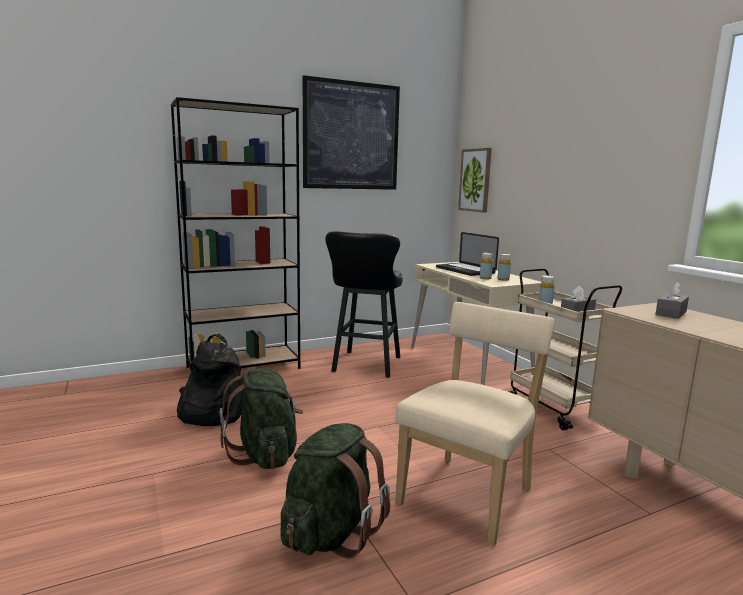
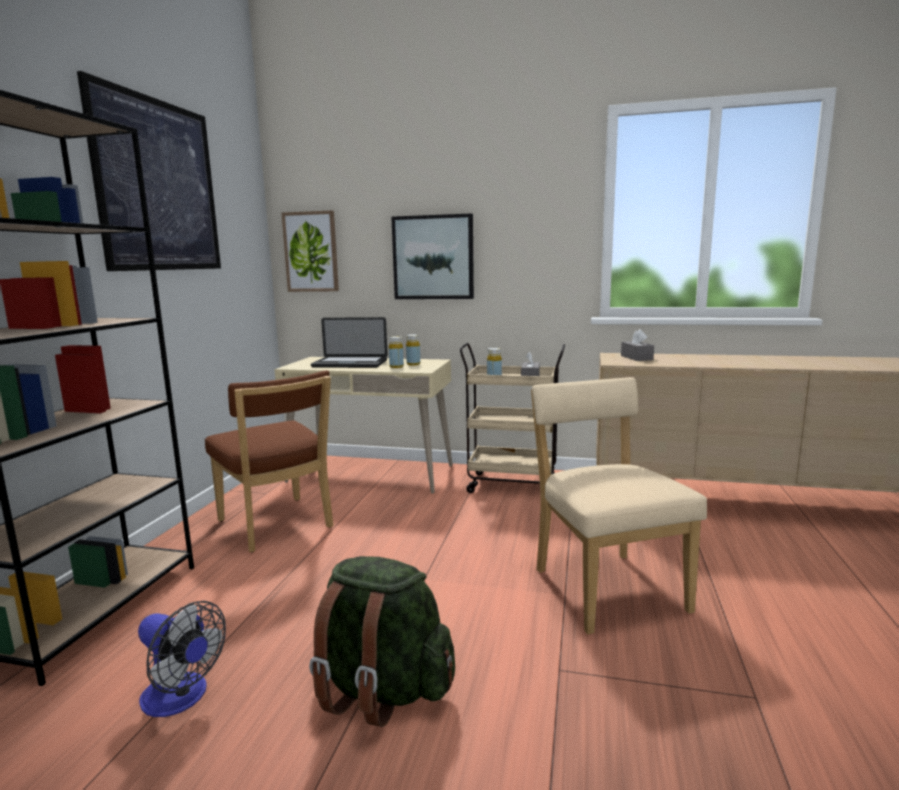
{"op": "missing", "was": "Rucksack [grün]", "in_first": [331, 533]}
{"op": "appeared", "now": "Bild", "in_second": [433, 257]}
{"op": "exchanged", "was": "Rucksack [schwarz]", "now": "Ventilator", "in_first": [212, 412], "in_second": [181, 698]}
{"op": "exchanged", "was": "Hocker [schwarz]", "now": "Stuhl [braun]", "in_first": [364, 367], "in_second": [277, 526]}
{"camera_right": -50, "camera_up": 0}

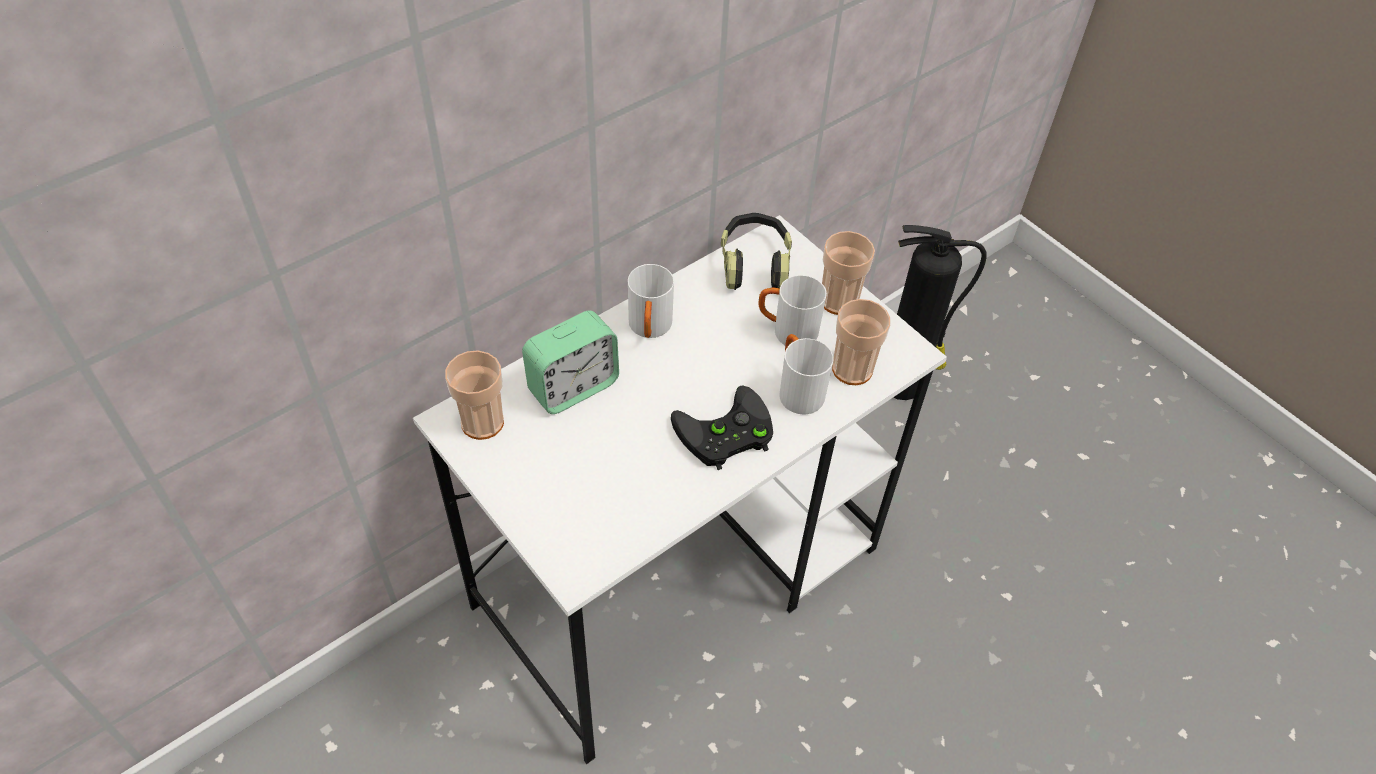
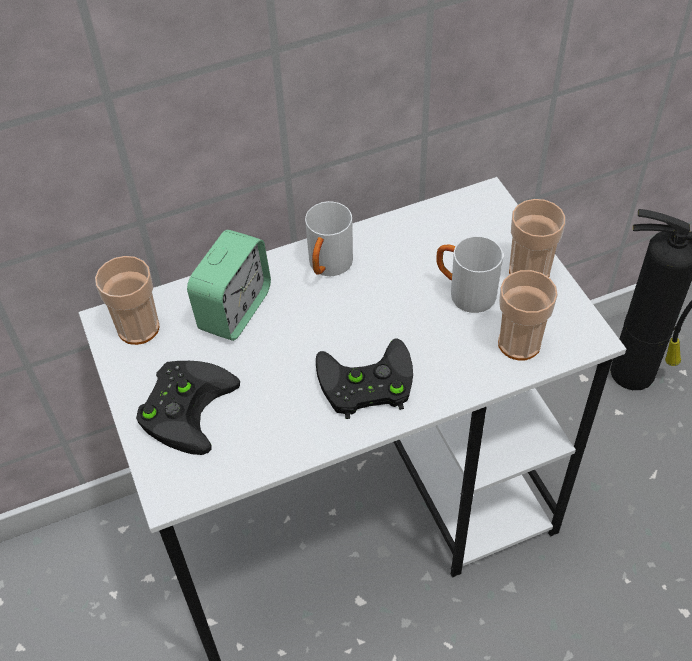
{"op": "missing", "was": "Kopfhörer", "in_first": [754, 263]}
{"op": "missing", "was": "Henkelbecher [weiß]", "in_first": [797, 390]}
{"op": "appeared", "now": "Gamepad [schwarz]", "in_second": [185, 405]}
{"op": "spun", "was": "Wecker", "in_first": [573, 387], "in_second": [235, 310], "clockwise": -45}
{"camera_right": 20, "camera_up": 0}

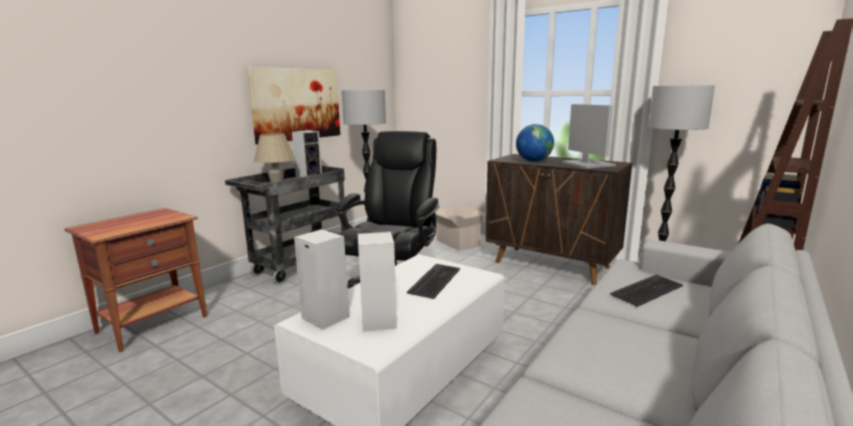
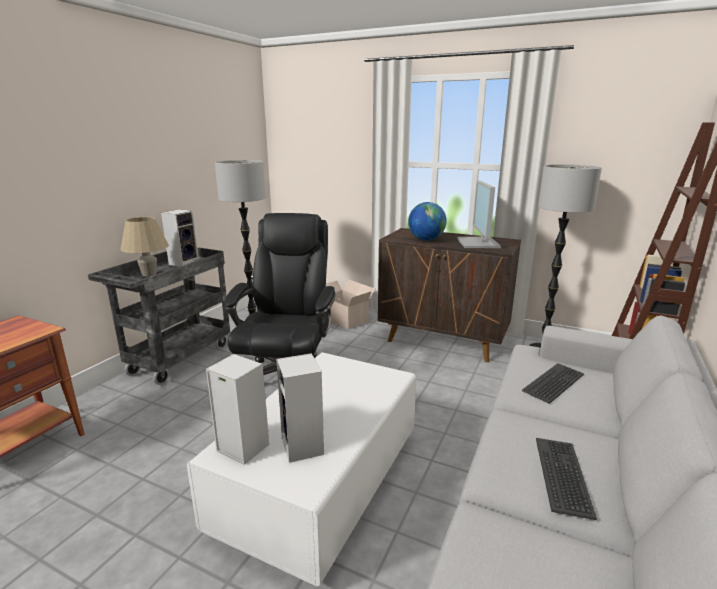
{"op": "missing", "was": "Bild", "in_first": [297, 104]}
{"op": "relocated", "was": "Tastatur", "in_first": [435, 281], "in_second": [563, 476]}
{"op": "spun", "was": "Monitor", "in_first": [586, 164], "in_second": [479, 243], "clockwise": -150}
{"camera_right": -10, "camera_up": 5}

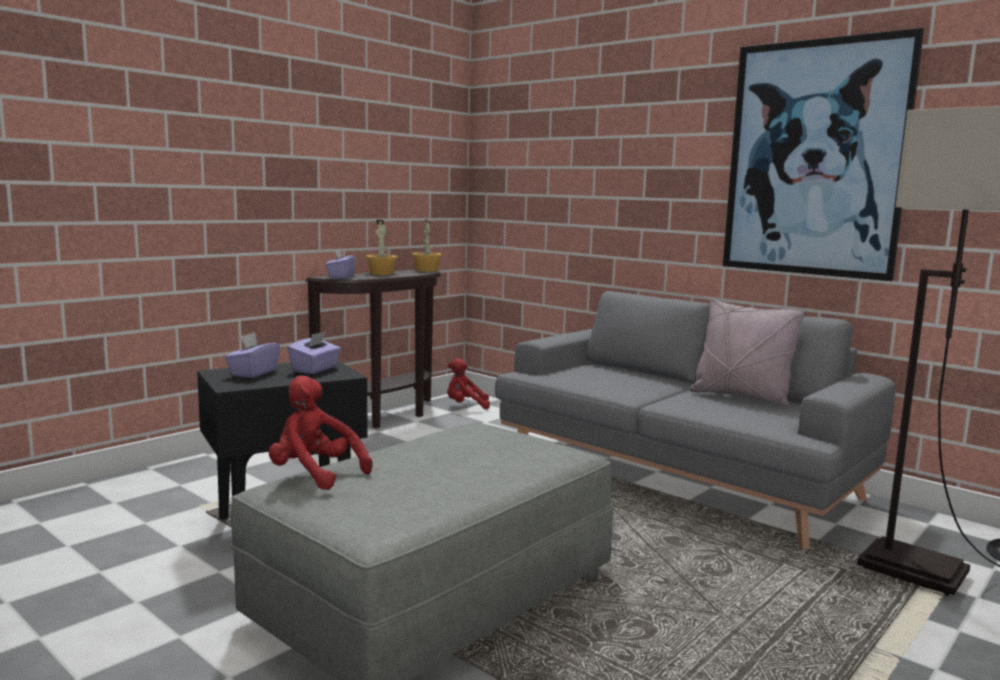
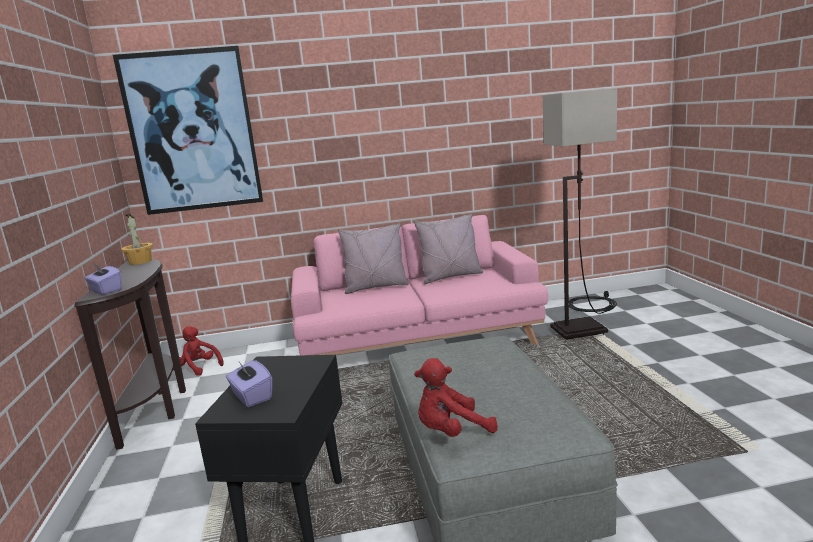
{"op": "missing", "was": "Taschentuchbox [lila]", "in_first": [315, 369]}
{"op": "missing", "was": "Topfpflanze", "in_first": [381, 273]}
{"op": "appeared", "now": "Kissen [lila]", "in_second": [376, 287]}
{"op": "relocated", "was": "Bild", "in_first": [814, 159], "in_second": [192, 132]}
{"op": "colour", "was": "Sofa [grau]", "now": "Sofa [rosa]", "in_first": [676, 476], "in_second": [418, 342]}
{"op": "spun", "was": "Plüschtier [rot]", "in_first": [465, 406], "in_second": [199, 368], "clockwise": 90}
{"camera_right": -50, "camera_up": 5}

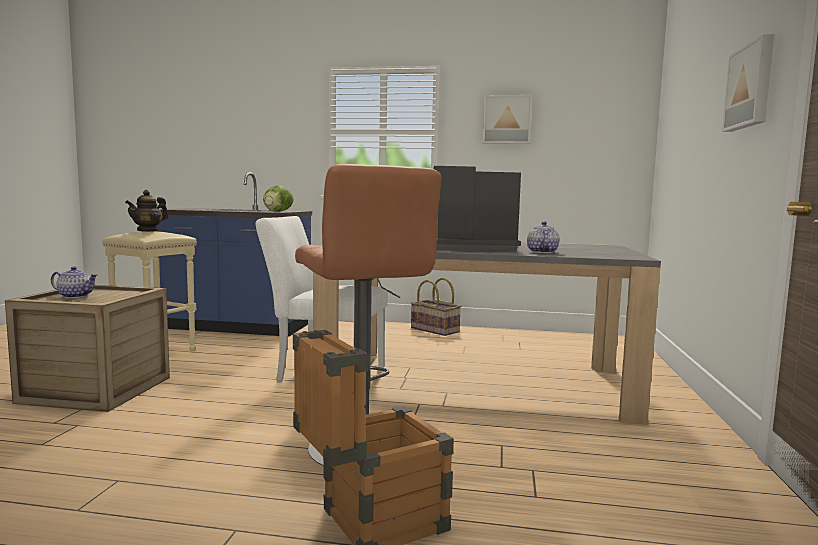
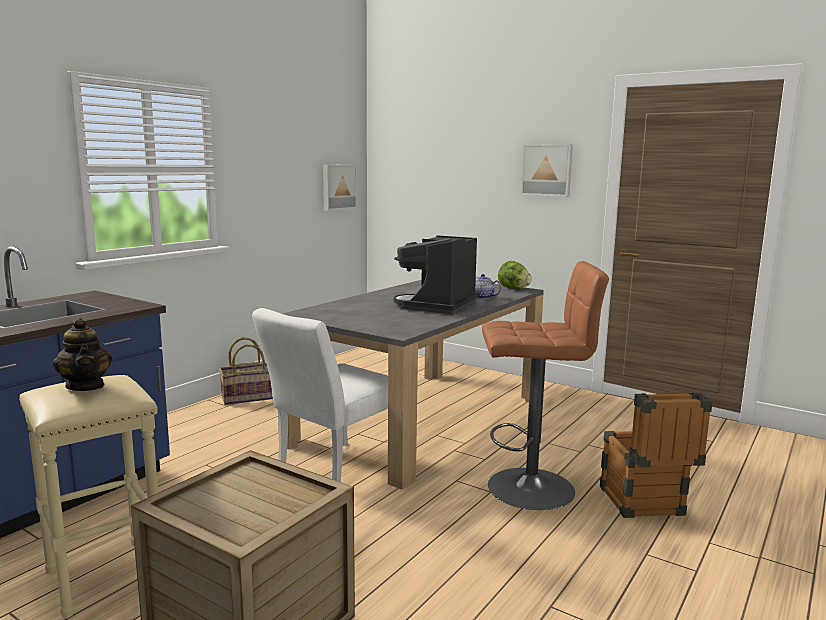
{"op": "missing", "was": "Teekanne", "in_first": [75, 296]}
{"op": "relocated", "was": "Salatkopf", "in_first": [277, 211], "in_second": [513, 289]}
{"op": "relocated", "was": "Bild", "in_first": [507, 120], "in_second": [338, 187]}
{"camera_right": -65, "camera_up": 5}

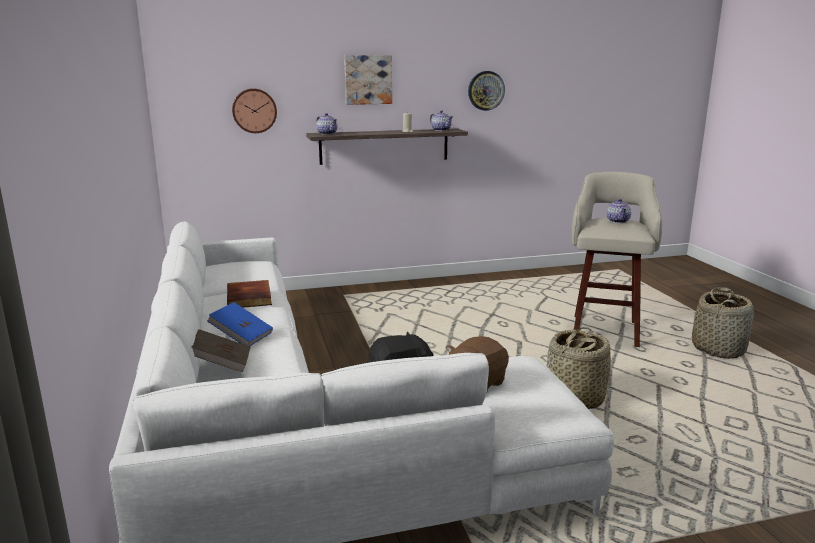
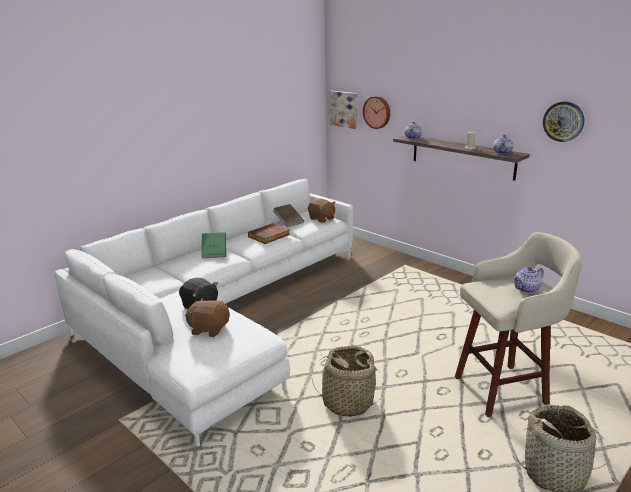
{"op": "appeared", "now": "Plüschtier [braun]", "in_second": [321, 219]}
{"op": "relocated", "was": "Buch [braun]", "in_first": [221, 363], "in_second": [289, 222]}
{"op": "relocated", "was": "Bild", "in_first": [368, 79], "in_second": [344, 109]}
{"op": "colour", "was": "Buch [blau]", "now": "Buch [grün]", "in_first": [241, 337], "in_second": [214, 252]}
{"camera_right": 60, "camera_up": 5}

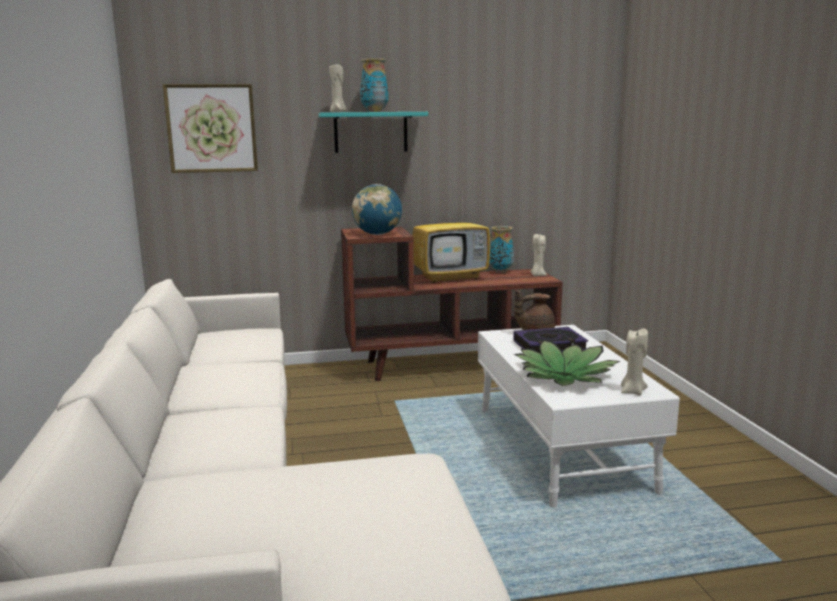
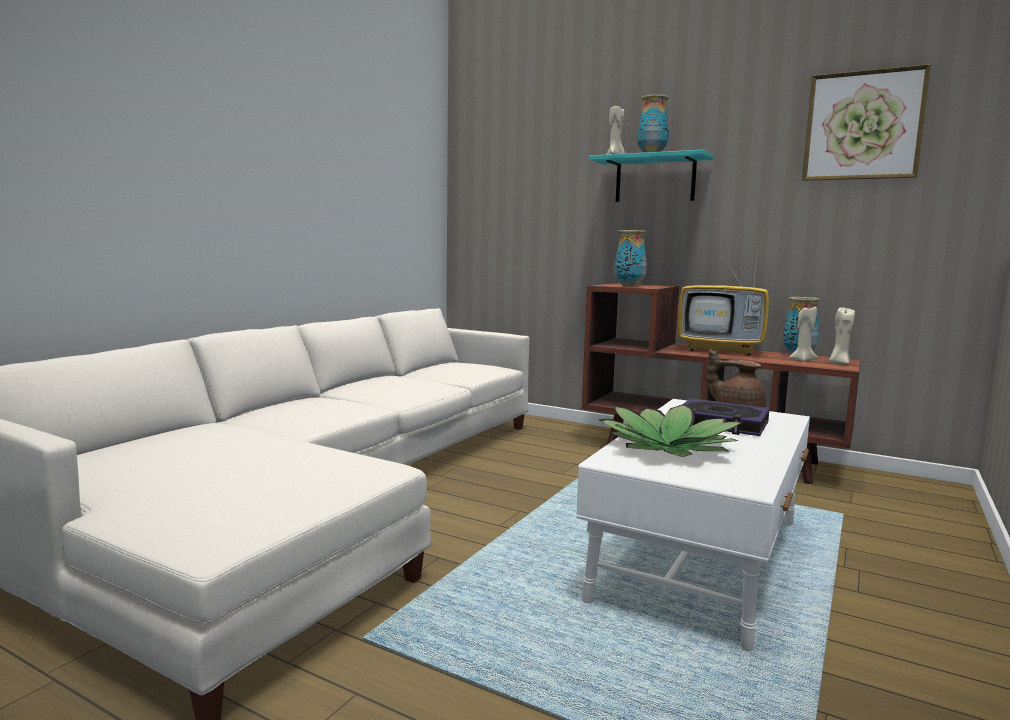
{"op": "relocated", "was": "Bild", "in_first": [211, 128], "in_second": [863, 126]}
{"op": "relocated", "was": "Kerze [beige]", "in_first": [632, 391], "in_second": [802, 360]}
{"op": "exchanged", "was": "Globus", "now": "Vase", "in_first": [377, 234], "in_second": [628, 286]}
{"camera_right": 40, "camera_up": -5}

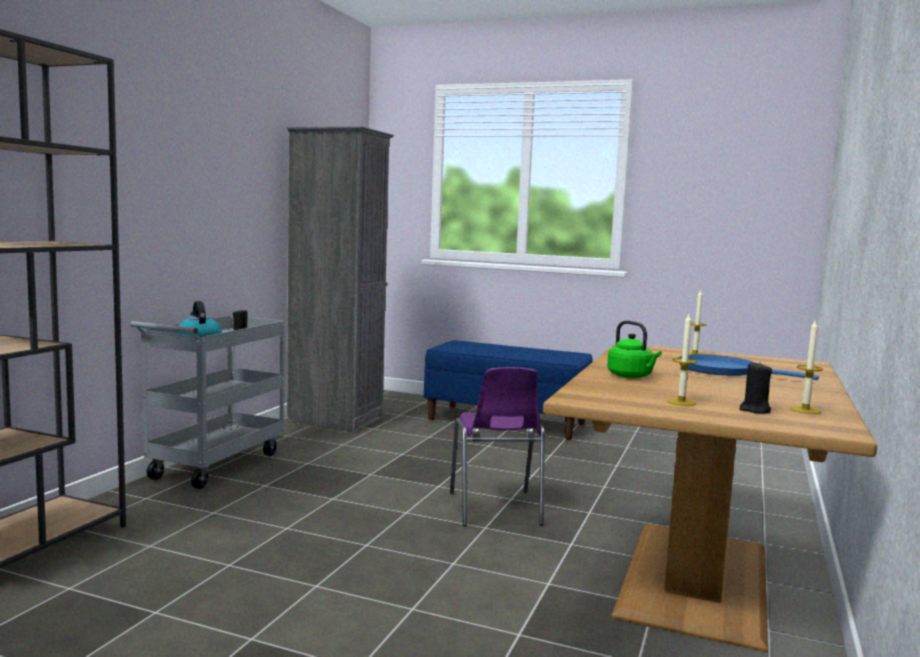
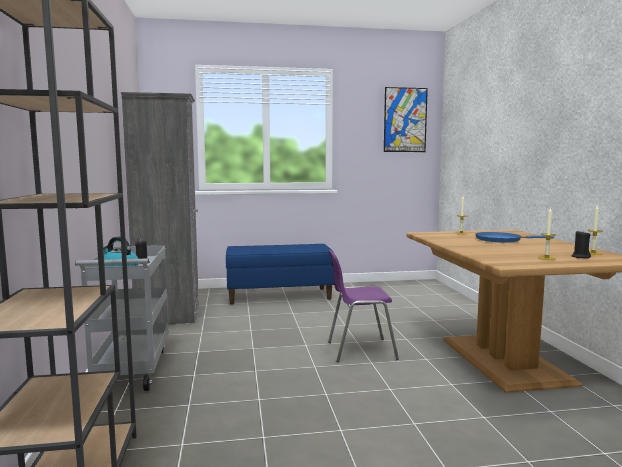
{"op": "missing", "was": "Wasserkessel [grün]", "in_first": [631, 376]}
{"op": "appeared", "now": "Bild", "in_second": [405, 120]}
{"op": "spun", "was": "Stuhl [lila]", "in_first": [495, 509], "in_second": [359, 350], "clockwise": 120}
{"camera_right": -30, "camera_up": 0}

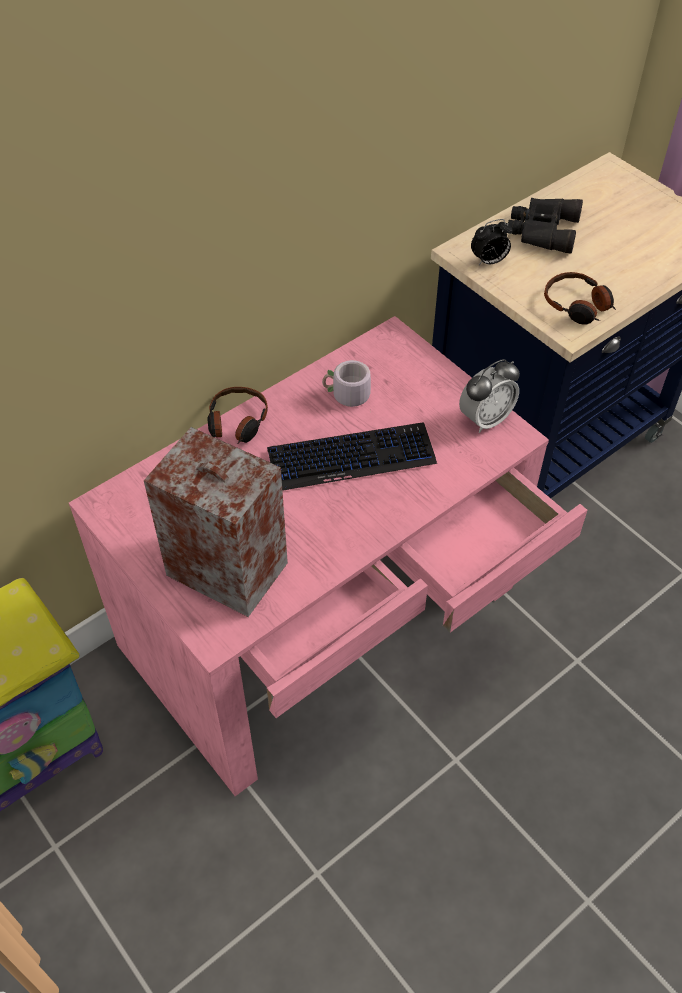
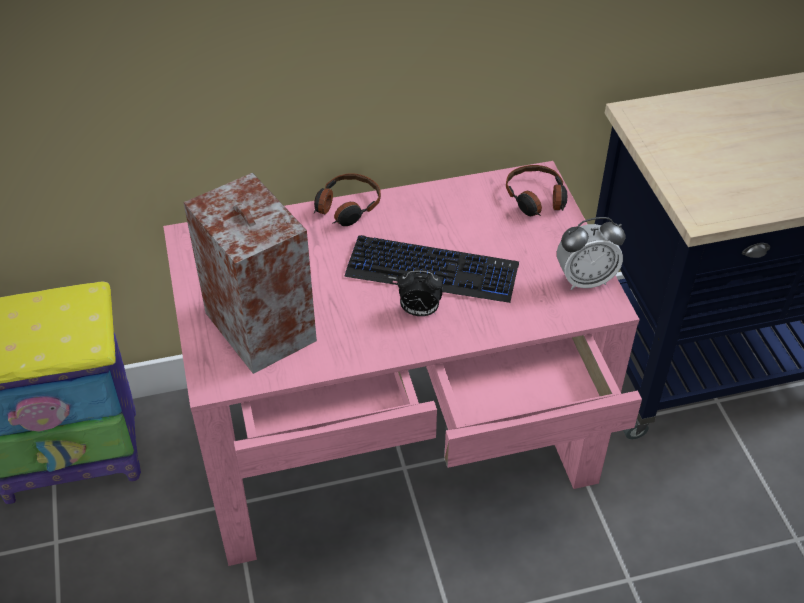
{"op": "missing", "was": "Henkelbecher [grau]", "in_first": [346, 396]}
{"op": "missing", "was": "Fernglas [schwarz]", "in_first": [541, 230]}
{"op": "relocated", "was": "Wecker", "in_first": [489, 261], "in_second": [419, 311]}
{"op": "relocated", "was": "Kopfhörer", "in_first": [577, 306], "in_second": [536, 199]}
{"camera_right": 25, "camera_up": -5}

